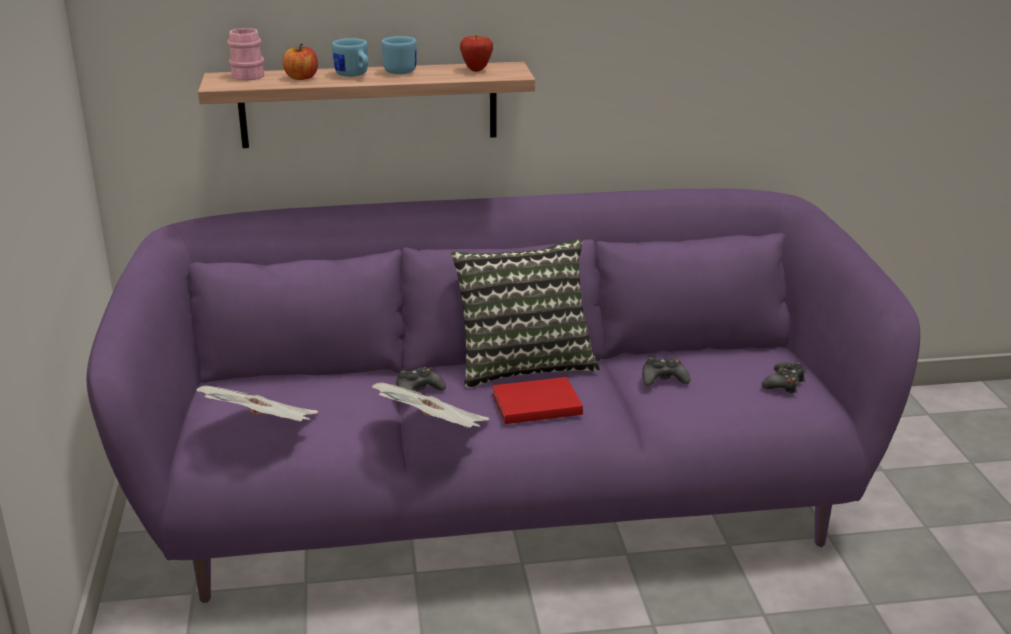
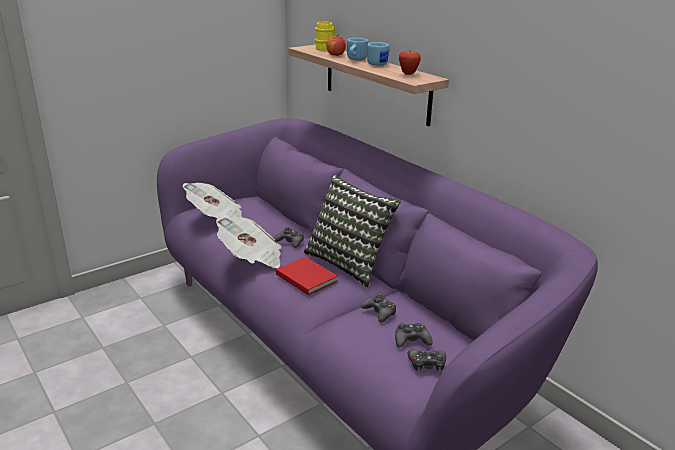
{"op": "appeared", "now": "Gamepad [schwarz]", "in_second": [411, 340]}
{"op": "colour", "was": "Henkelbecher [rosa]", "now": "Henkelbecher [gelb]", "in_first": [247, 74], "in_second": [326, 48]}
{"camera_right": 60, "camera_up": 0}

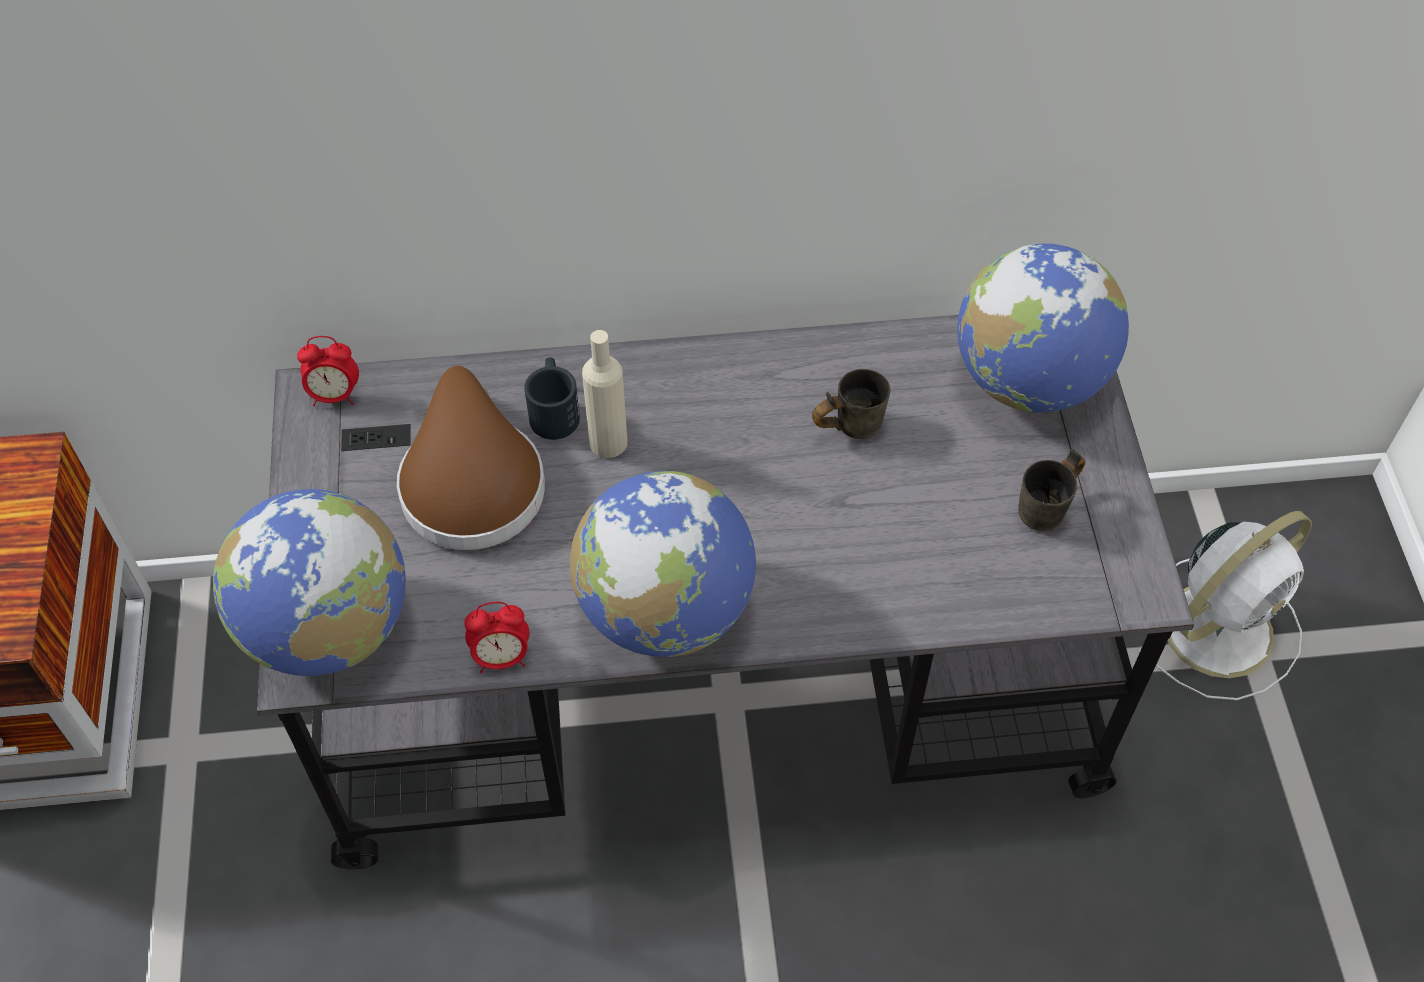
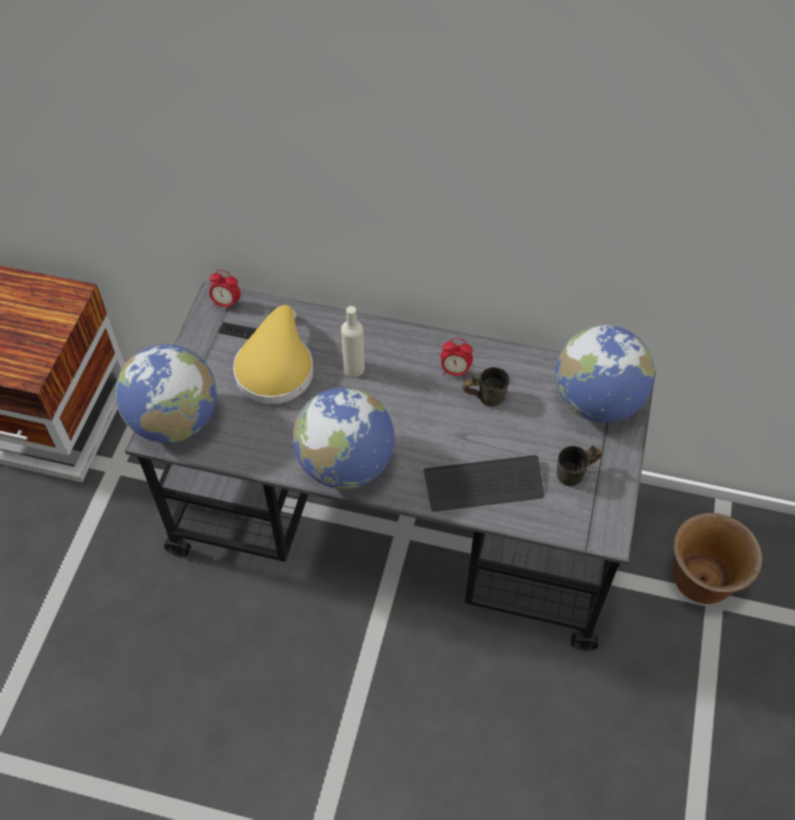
{"op": "missing", "was": "Henkelbecher [schwarz]", "in_first": [554, 410]}
{"op": "appeared", "now": "Tastatur", "in_second": [483, 485]}
{"op": "relocated", "was": "Wecker", "in_first": [501, 657], "in_second": [455, 371]}
{"op": "exchanged", "was": "Ventilator [weiß]", "now": "Pflanzkübel [braun]", "in_first": [1221, 627], "in_second": [701, 581]}
{"op": "colour", "was": "Hut [braun]", "now": "Hut [gelb]", "in_first": [471, 480], "in_second": [276, 367]}
{"camera_right": 20, "camera_up": 0}

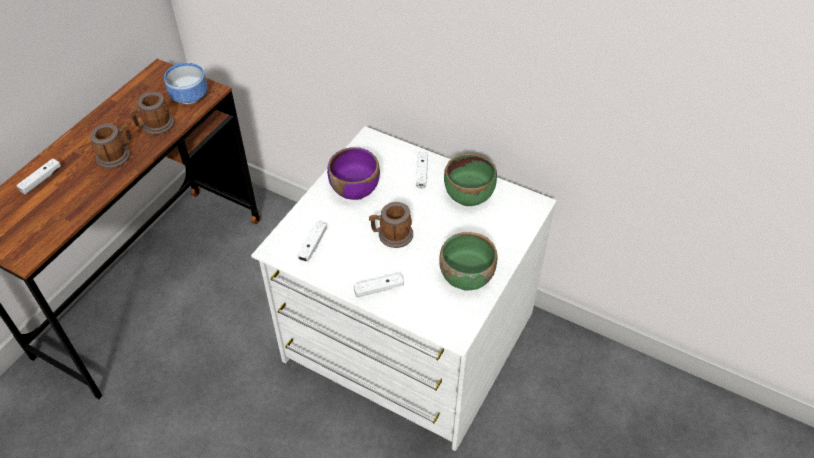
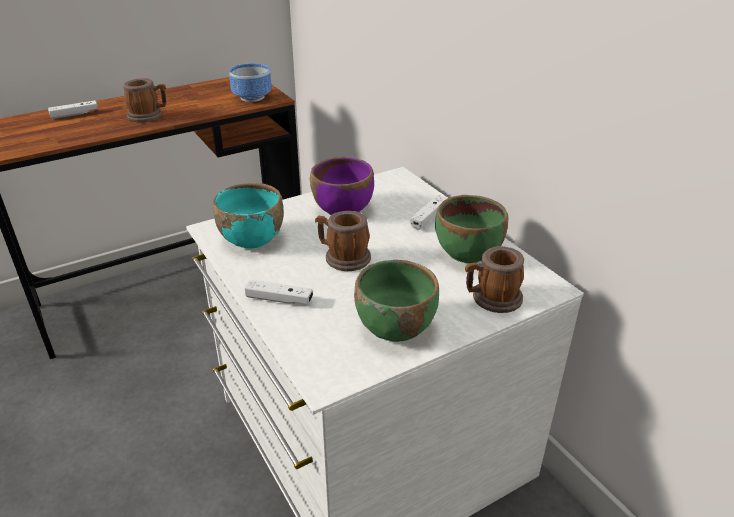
{"op": "relocated", "was": "Henkelbecher", "in_first": [155, 126], "in_second": [491, 299]}
{"op": "exchanged", "was": "Gamepad [weiß]", "now": "Schüssel [türkis]", "in_first": [313, 245], "in_second": [252, 238]}
{"camera_right": 30, "camera_up": -15}

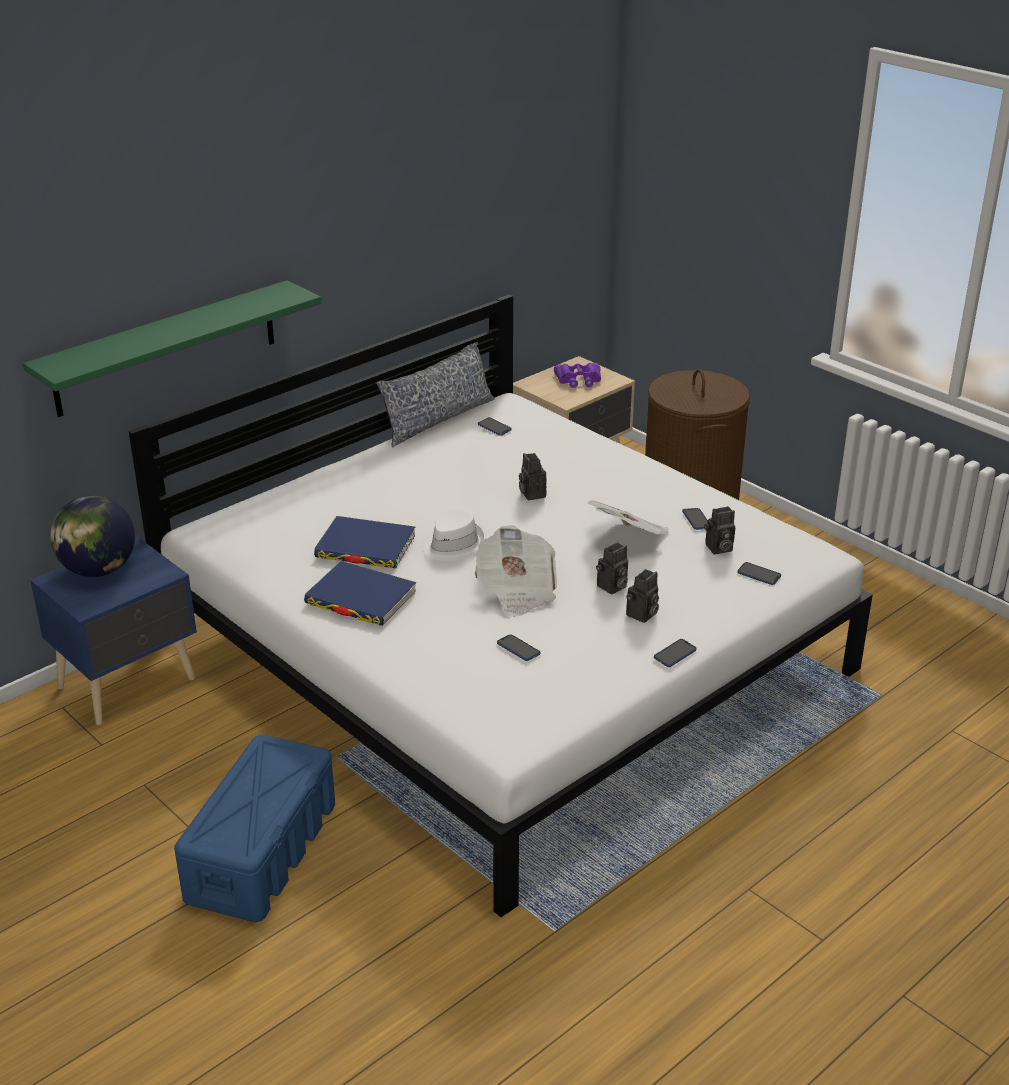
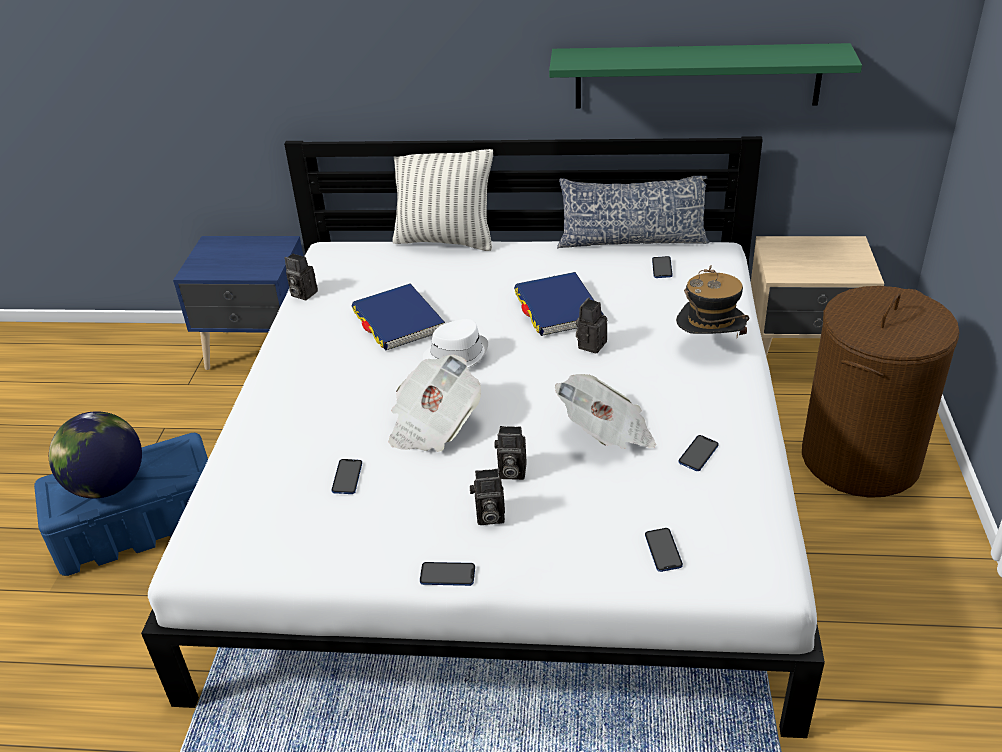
{"op": "missing", "was": "Fernglas [lila]", "in_first": [578, 380]}
{"op": "appeared", "now": "Kissen", "in_second": [445, 240]}
{"op": "appeared", "now": "Hut", "in_second": [709, 348]}
{"op": "relocated", "was": "Wandregal [grün]", "in_first": [166, 348], "in_second": [697, 76]}
{"op": "relocated", "was": "Globus", "in_first": [98, 570], "in_second": [107, 486]}
{"op": "relocated", "was": "Buch [blau]", "in_first": [360, 598], "in_second": [557, 308]}
{"op": "relocated", "was": "Kamera", "in_first": [718, 549], "in_second": [302, 294]}
{"camera_right": 50, "camera_up": 5}

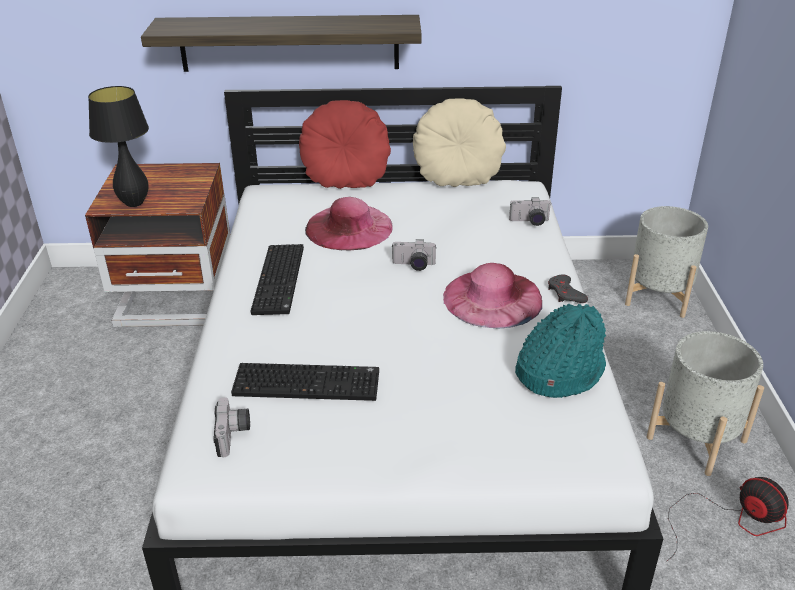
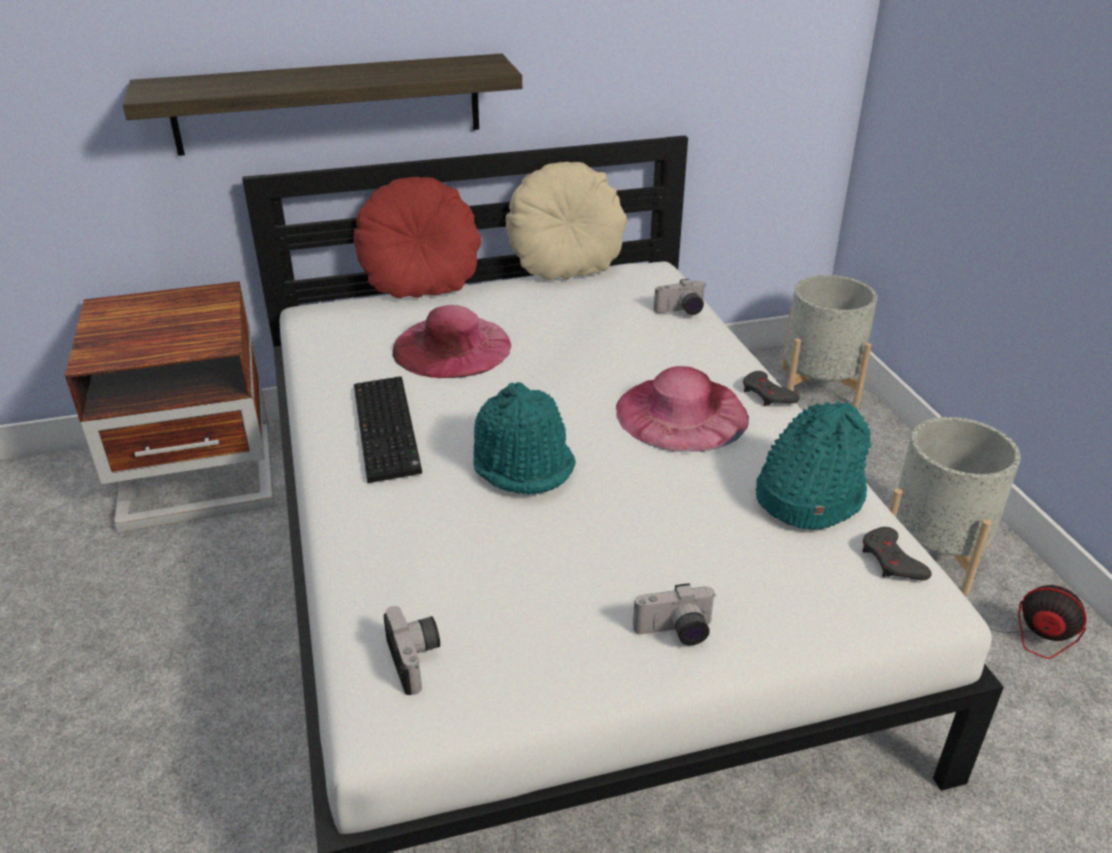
{"op": "missing", "was": "Tischlampe [schwarz]", "in_first": [134, 203]}
{"op": "missing", "was": "Tastatur", "in_first": [308, 382]}
{"op": "appeared", "now": "Hut [türkis]", "in_second": [523, 463]}
{"op": "appeared", "now": "Gamepad [grau]", "in_second": [892, 561]}
{"op": "relocated", "was": "Kamera", "in_first": [413, 265], "in_second": [675, 633]}
{"camera_right": -15, "camera_up": 0}

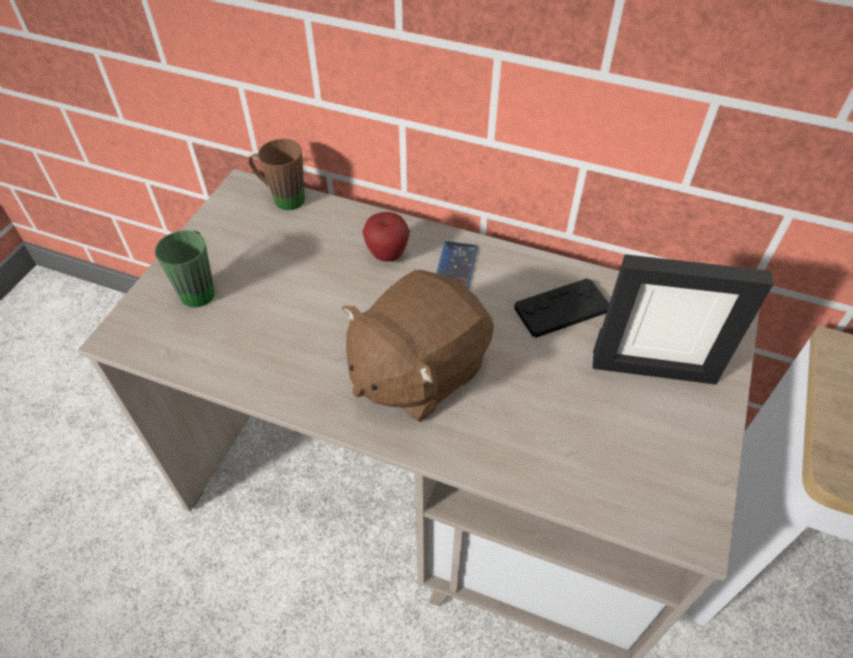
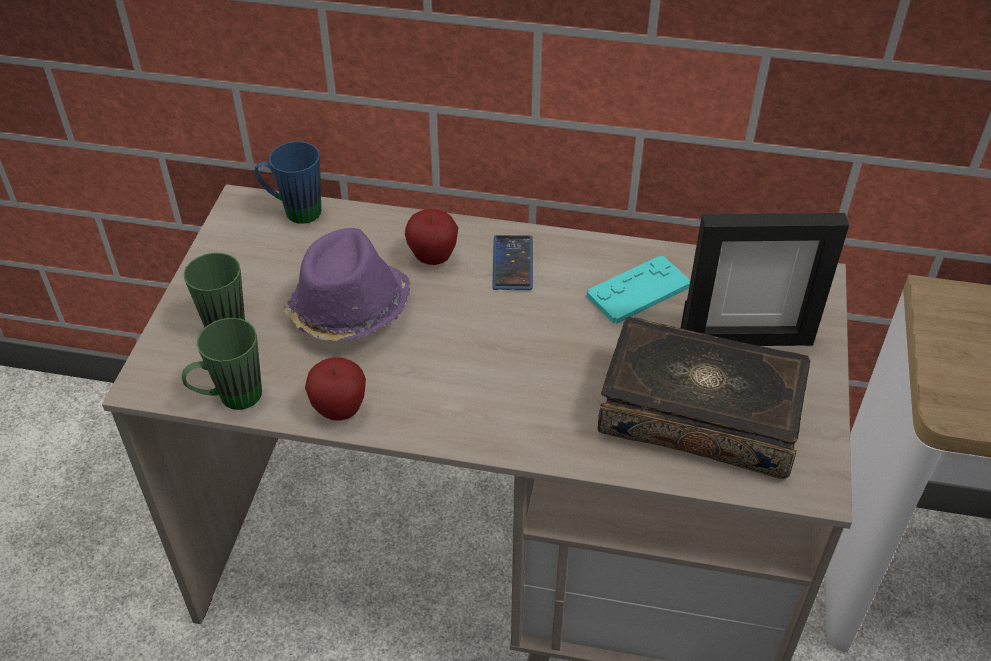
{"op": "missing", "was": "Plüschtier [braun]", "in_first": [417, 371]}
{"op": "appeared", "now": "Henkelbecher [grün]", "in_second": [230, 399]}
{"op": "appeared", "now": "Hut [lila]", "in_second": [348, 310]}
{"op": "appeared", "now": "Apfel", "in_second": [339, 410]}
{"op": "appeared", "now": "Buch", "in_second": [700, 413]}
{"op": "colour", "was": "Henkelbecher [braun]", "now": "Henkelbecher [blau]", "in_first": [282, 198], "in_second": [294, 211]}
{"op": "colour", "was": "Gamepad [schwarz]", "now": "Gamepad [türkis]", "in_first": [561, 309], "in_second": [638, 291]}
{"camera_right": -10, "camera_up": -5}

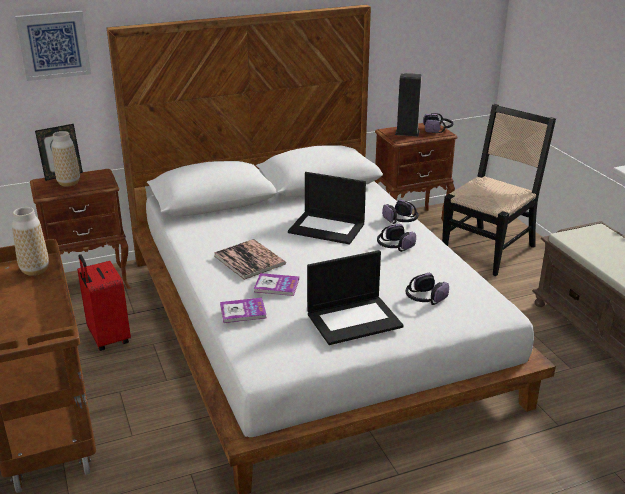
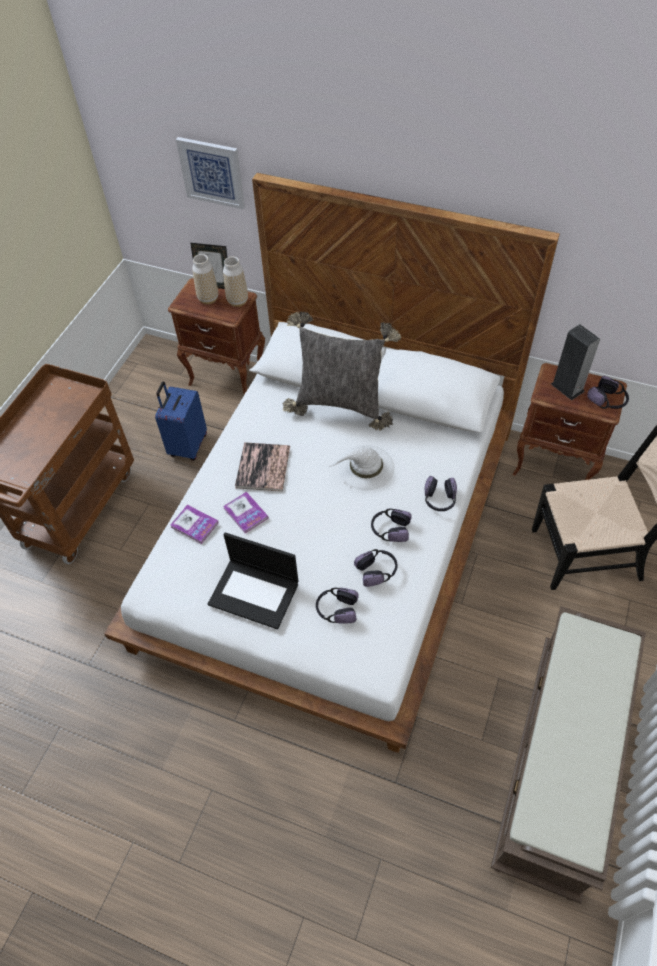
{"op": "appeared", "now": "Kissen", "in_second": [341, 409]}
{"op": "appeared", "now": "Kopfhörer", "in_second": [377, 571]}
{"op": "relocated", "was": "Vase", "in_first": [35, 270], "in_second": [237, 301]}
{"op": "exchanged", "was": "Laptop", "now": "Hut [weiß]", "in_first": [327, 228], "in_second": [365, 468]}
{"op": "colour", "was": "Koffer [rot]", "now": "Koffer [blau]", "in_first": [107, 338], "in_second": [187, 445]}
{"camera_right": 45, "camera_up": 25}

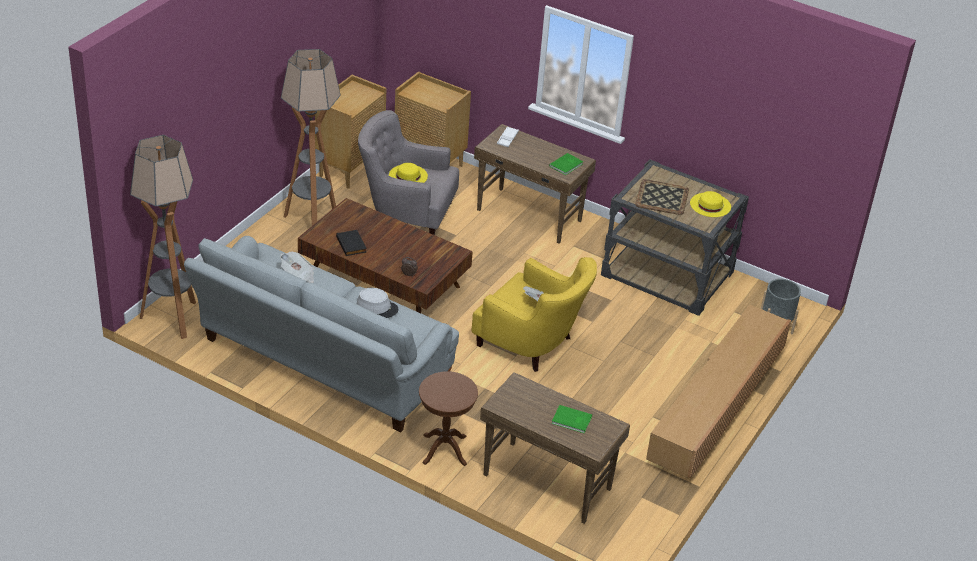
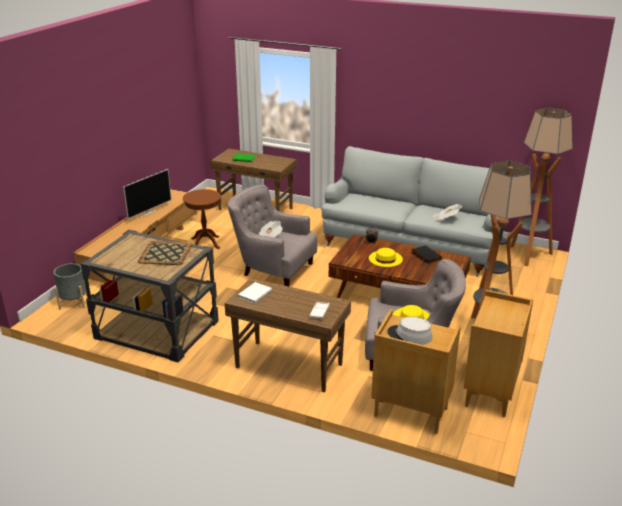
{"op": "appeared", "now": "Fernseher", "in_second": [149, 213]}
{"op": "relocated", "was": "Hut [grau]", "in_first": [377, 307], "in_second": [409, 335]}
{"op": "relocated", "was": "Beistelltisch [braun]", "in_first": [444, 449], "in_second": [205, 243]}
{"op": "relocated", "was": "Hut [gelb]", "in_first": [710, 205], "in_second": [385, 258]}
{"op": "colour", "was": "Sessel [gelb]", "now": "Sessel [grau]", "in_first": [531, 344], "in_second": [272, 268]}
{"op": "colour", "was": "Buch [grün]", "now": "Buch [weiß]", "in_first": [567, 165], "in_second": [254, 293]}
{"camera_right": 175, "camera_up": -10}

